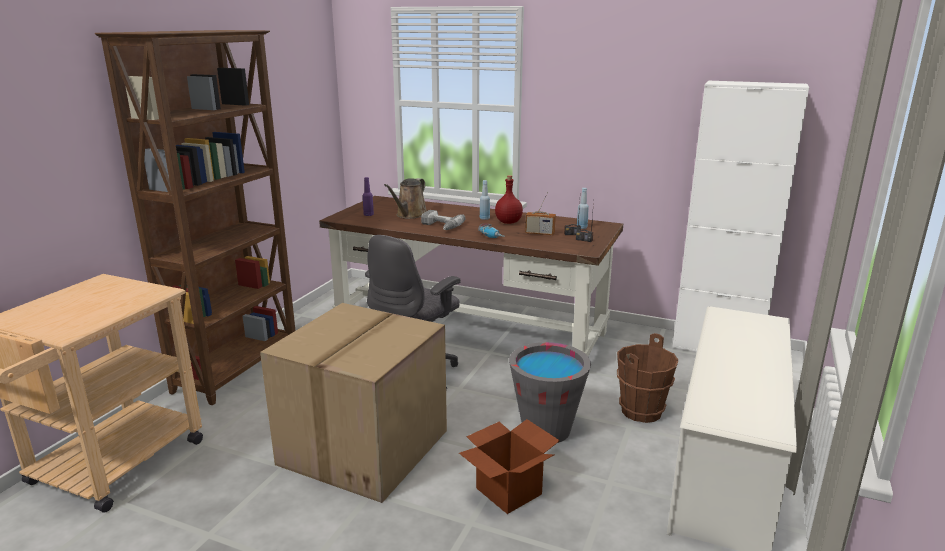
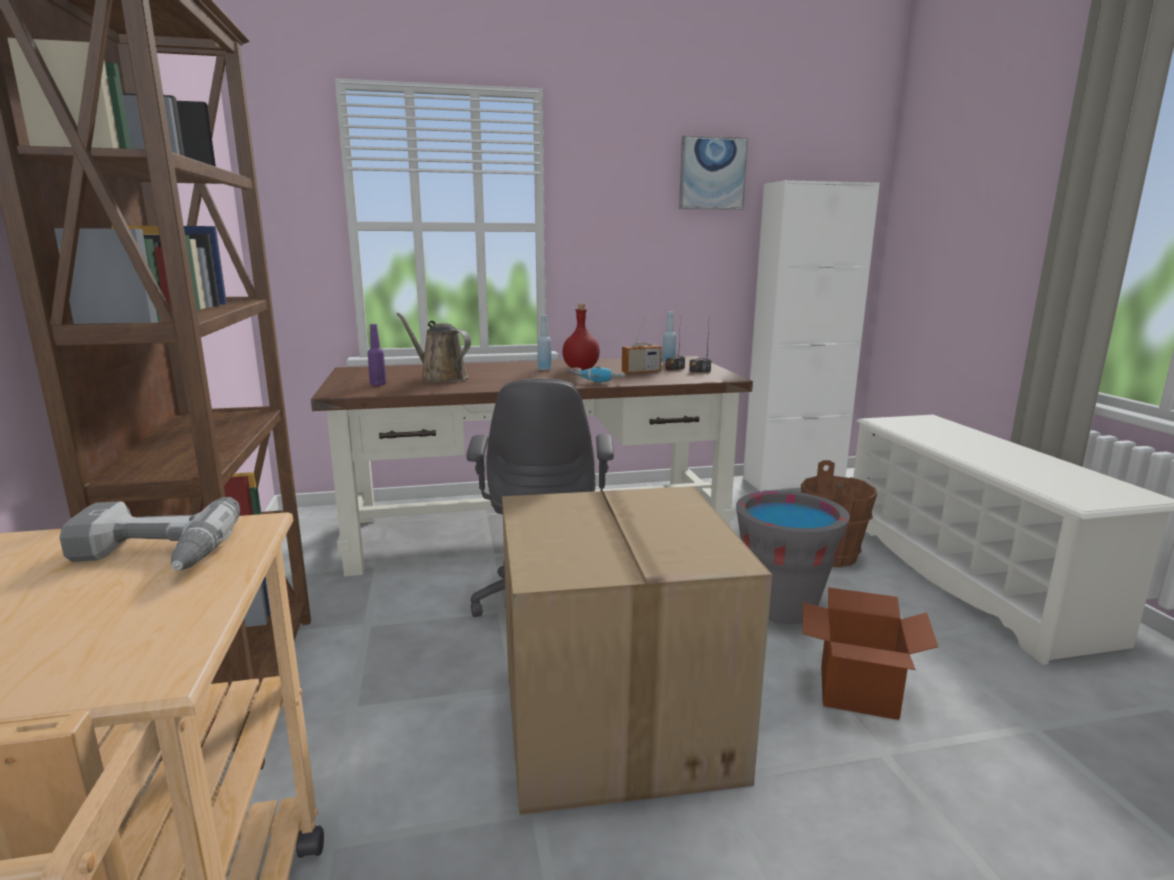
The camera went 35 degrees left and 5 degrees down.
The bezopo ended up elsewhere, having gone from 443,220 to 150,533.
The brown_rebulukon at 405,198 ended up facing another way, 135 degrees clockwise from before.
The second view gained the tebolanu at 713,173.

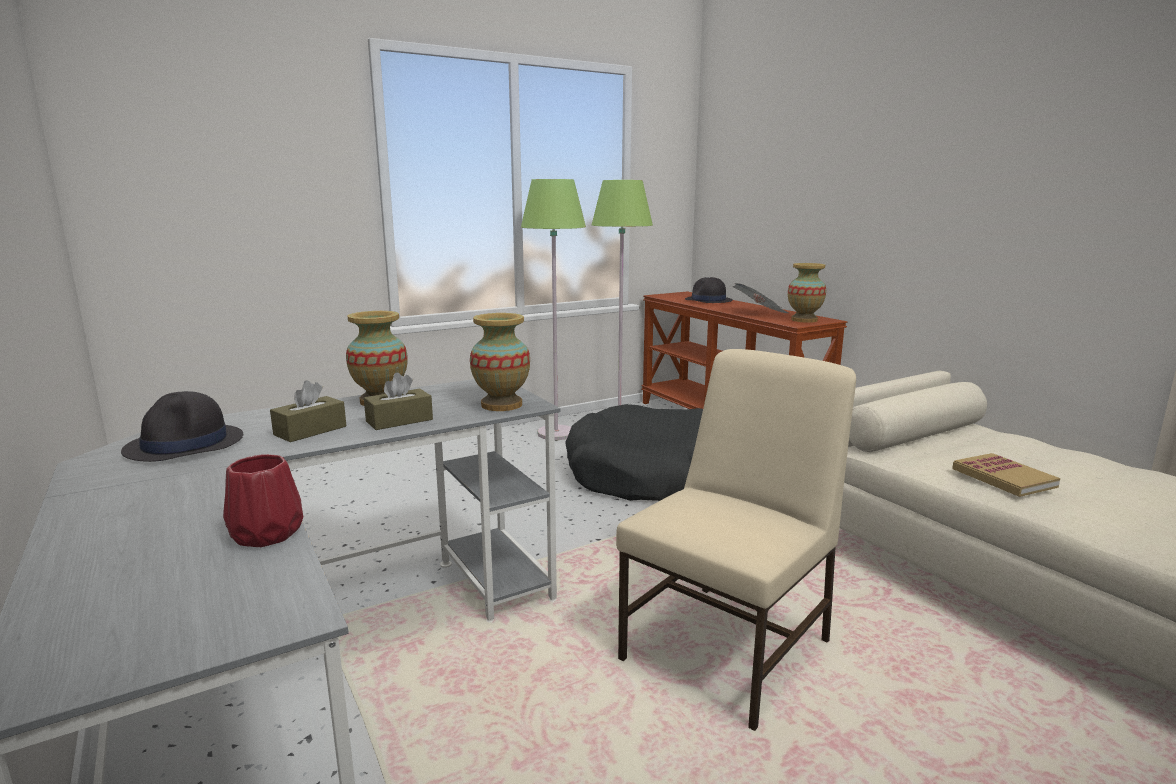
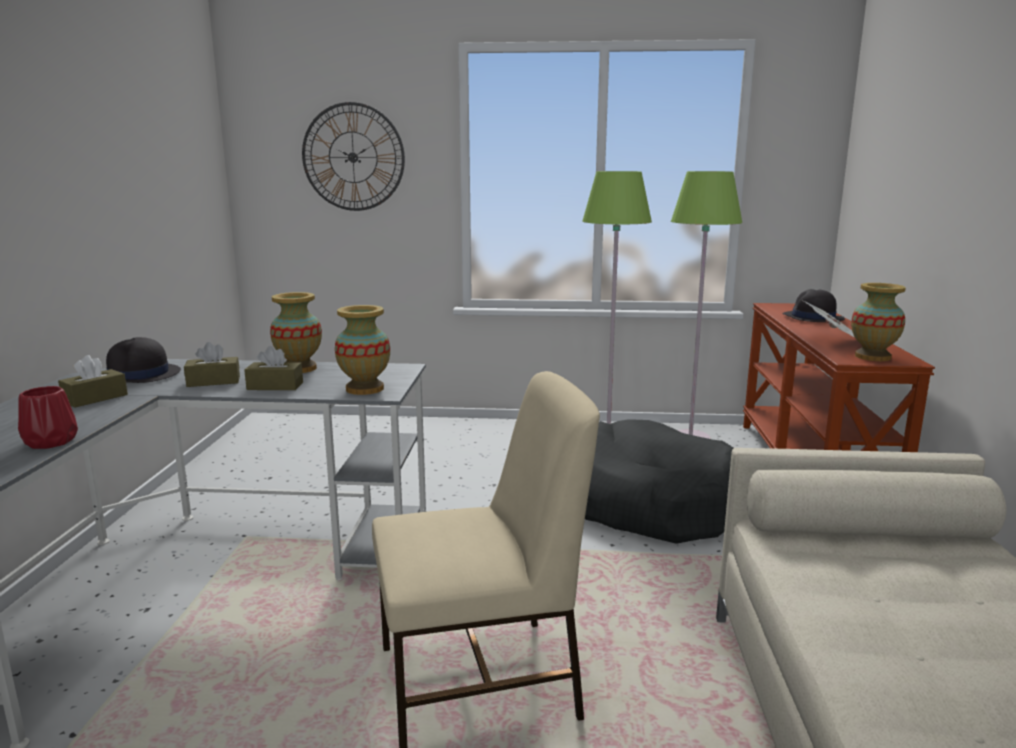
The camera went 35 degrees right and 0 degrees up.
The second view gained the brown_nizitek at 93,381.
The second view gained the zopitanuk at 353,156.
The second view lost the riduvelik at 1006,475.

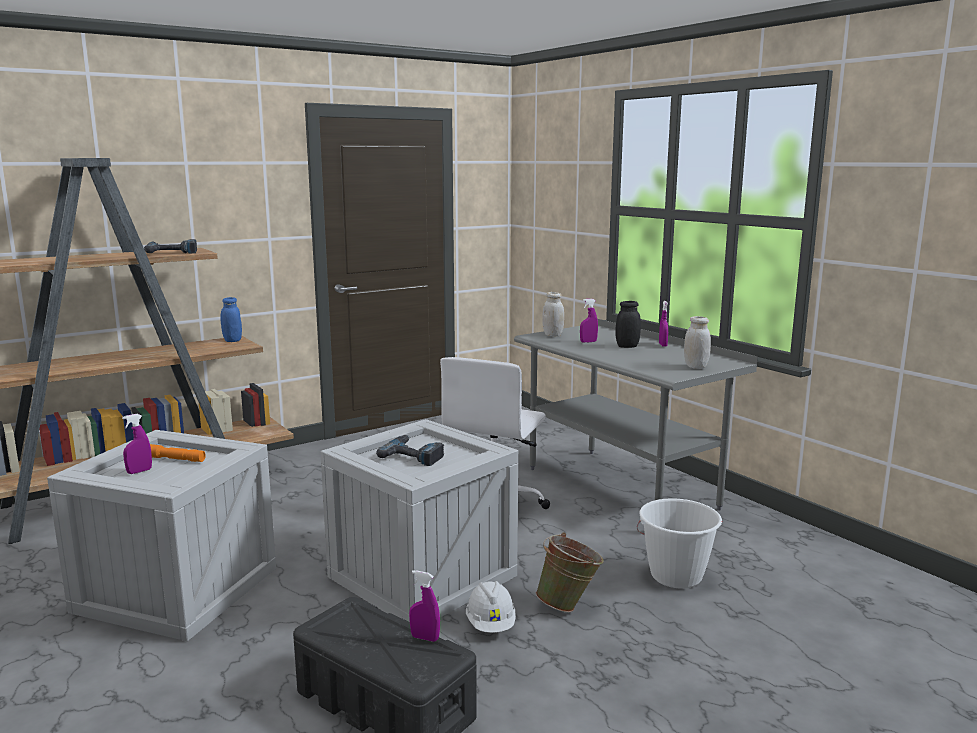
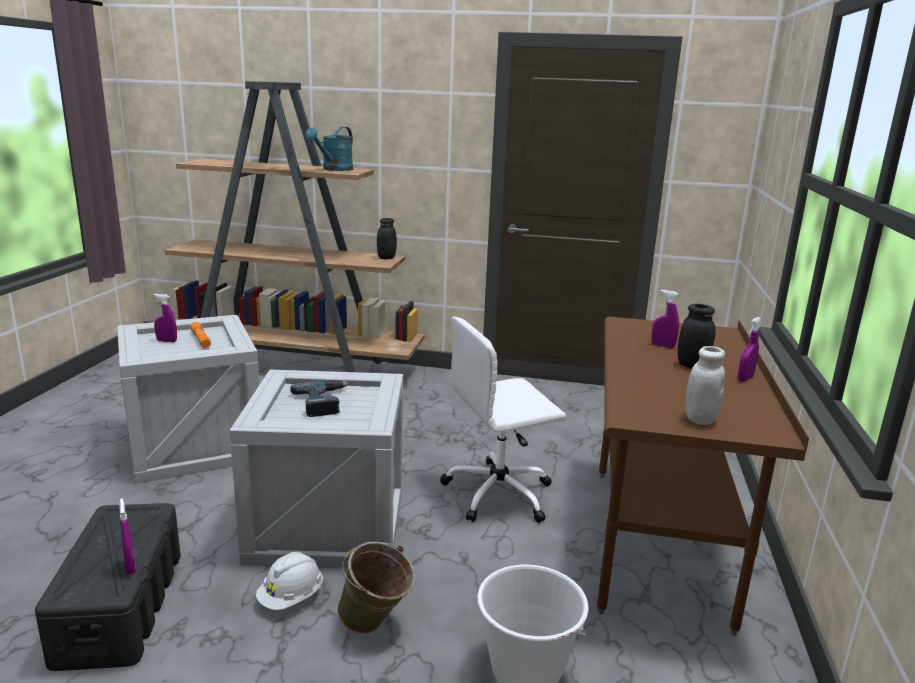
The camera went 45 degrees right and 5 degrees up.
Where the bezopo stood at 170,246, the turquoise_rebulukon came to stand at 329,149.
What was the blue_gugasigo at 231,319 turned into the black_gugasigo at 387,238.
What was the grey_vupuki at 636,414 turned into the brown_vupuki at 703,476.
The second view lost the white_gugasigo at 553,314.

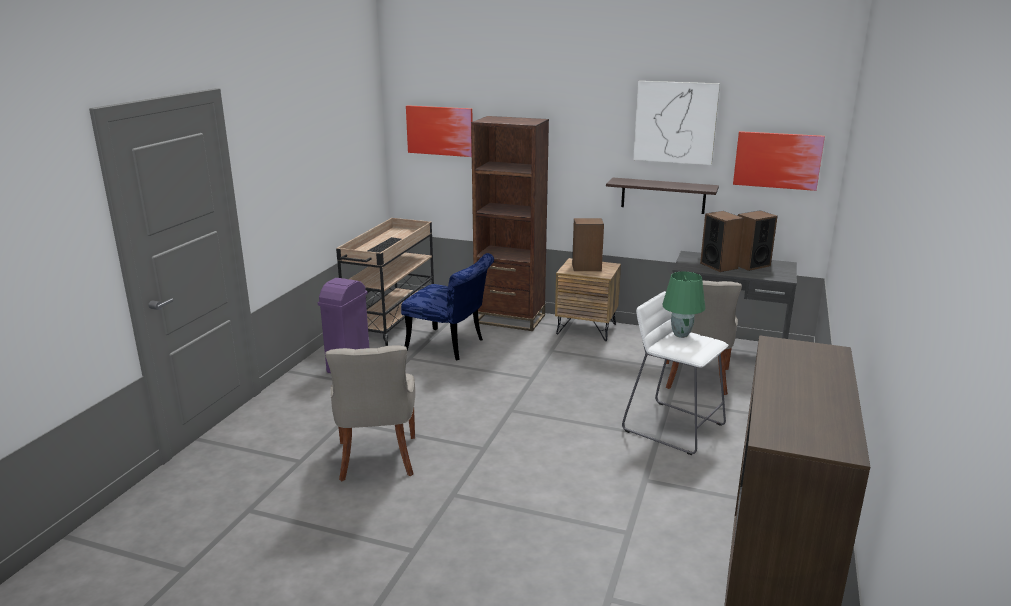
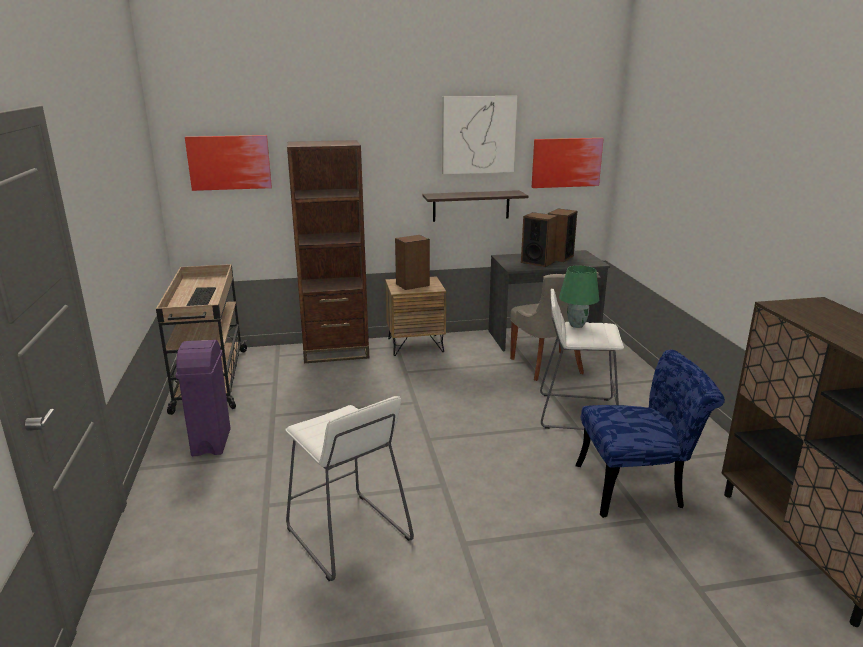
The camera went 30 degrees left and 0 degrees up.
Where the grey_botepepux stood at 370,413, the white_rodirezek came to stand at 349,488.
The blue_botepepux ended up elsewhere, having gone from 447,306 to 650,434.

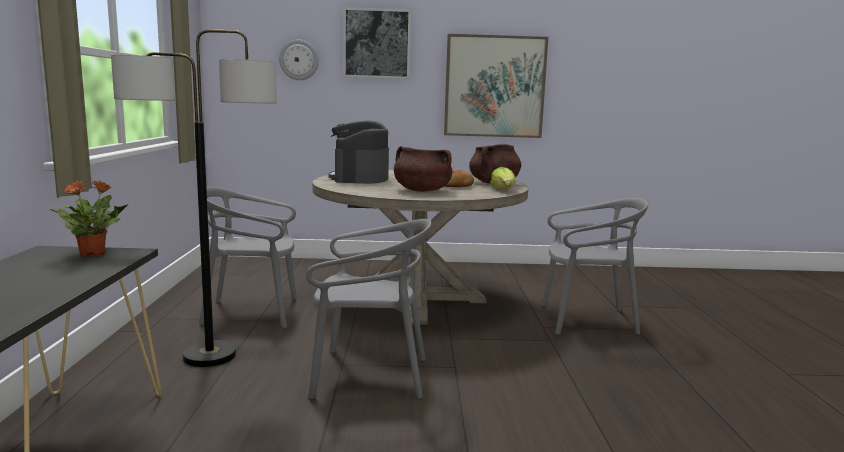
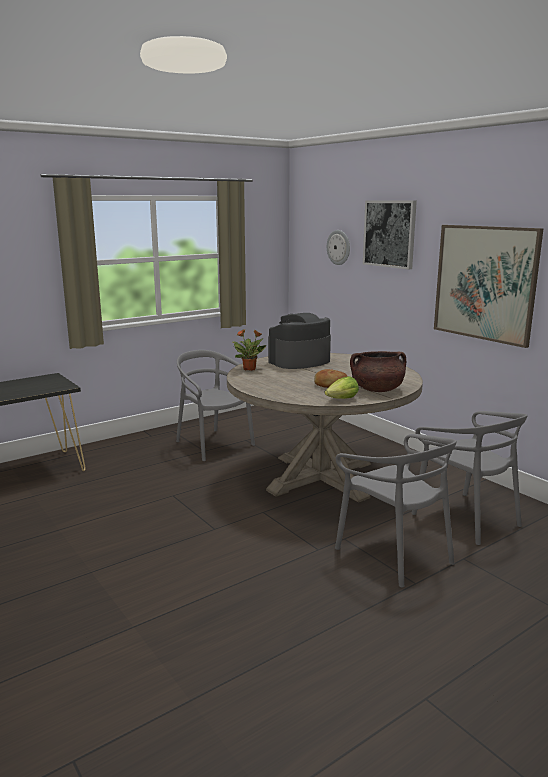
The camera went 55 degrees right and 5 degrees up.
The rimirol ended up elsewhere, having gone from 88,218 to 250,350.
The grey_botepepux ended up elsewhere, having gone from 368,309 to 470,478.
The second view lost the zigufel at 194,198.
The second view lost the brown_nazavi at 423,169.

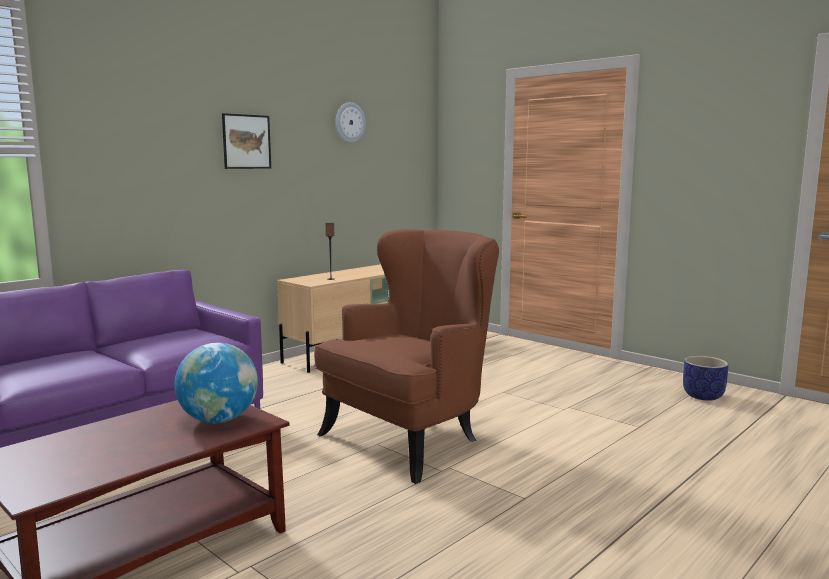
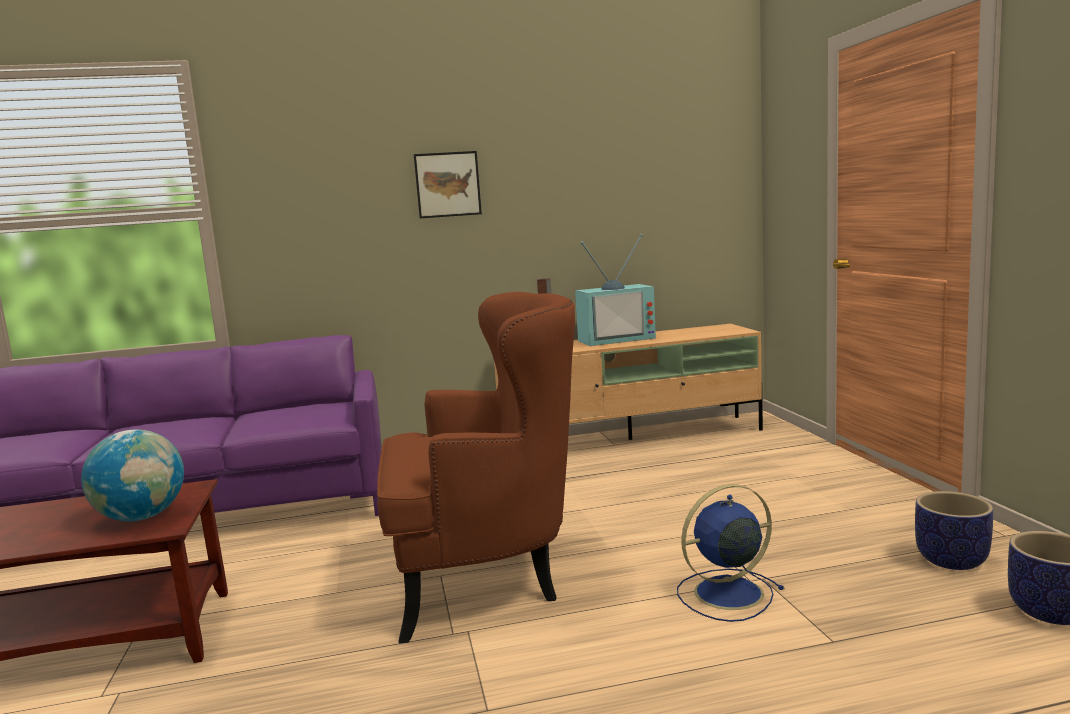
The camera went 35 degrees right and 0 degrees up.
The second view gained the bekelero at 615,290.
The second view gained the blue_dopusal at 731,553.
The second view gained the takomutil at 954,530.
The second view lost the zopitanuk at 350,122.

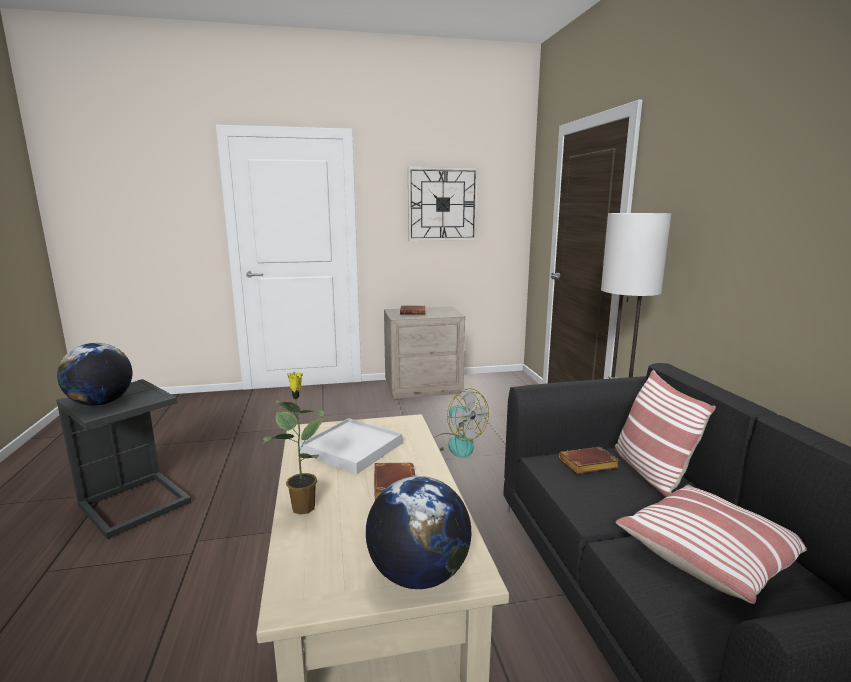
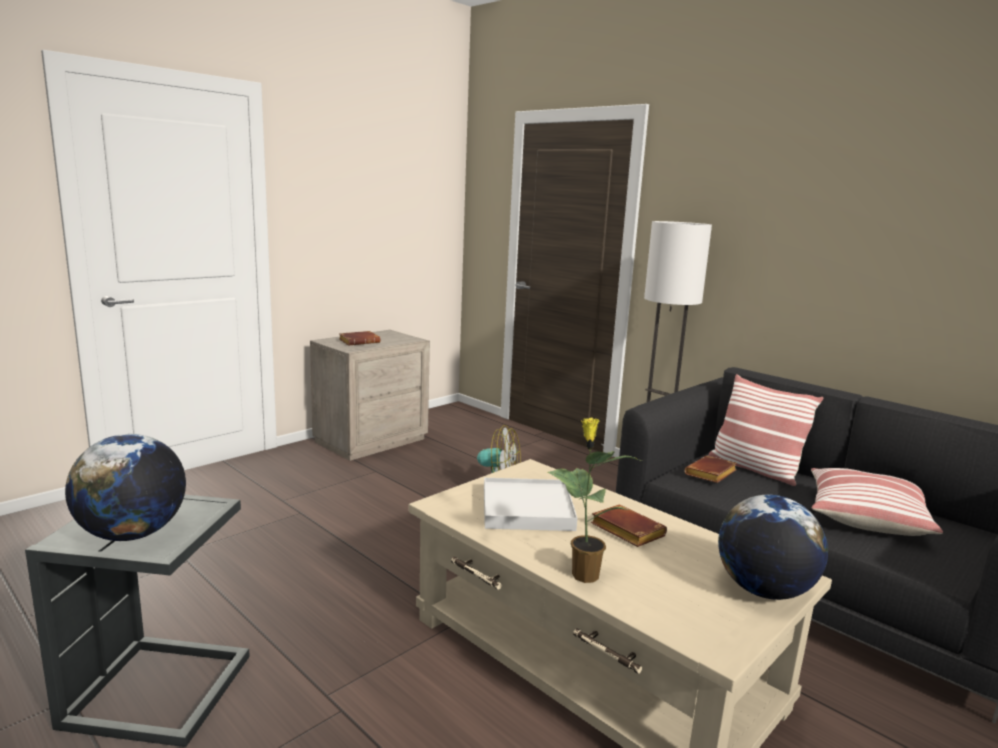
The camera went 35 degrees left and 0 degrees up.
The second view lost the zopitanuk at 443,204.

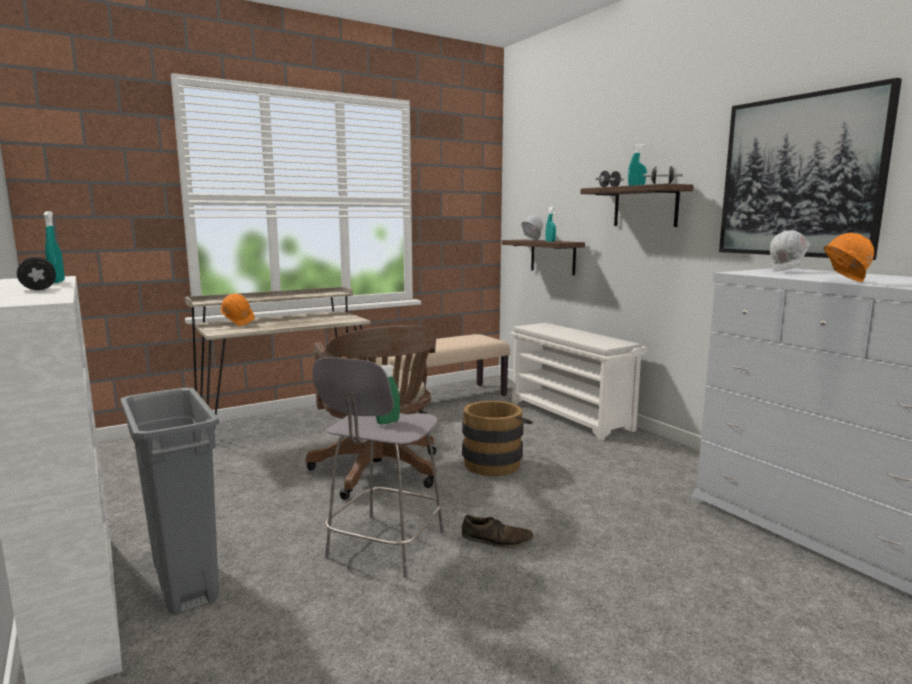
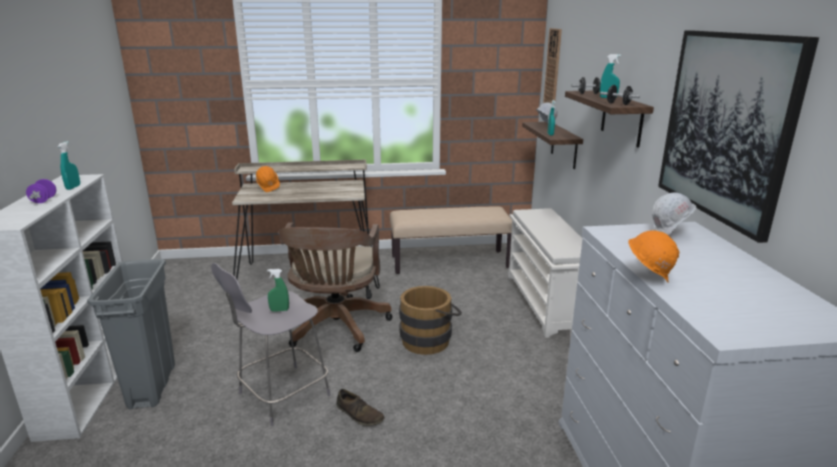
The camera went 25 degrees right and 10 degrees up.
What was the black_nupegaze at 36,273 turned into the purple_nupegaze at 41,191.
The second view gained the zopitanuk at 552,67.

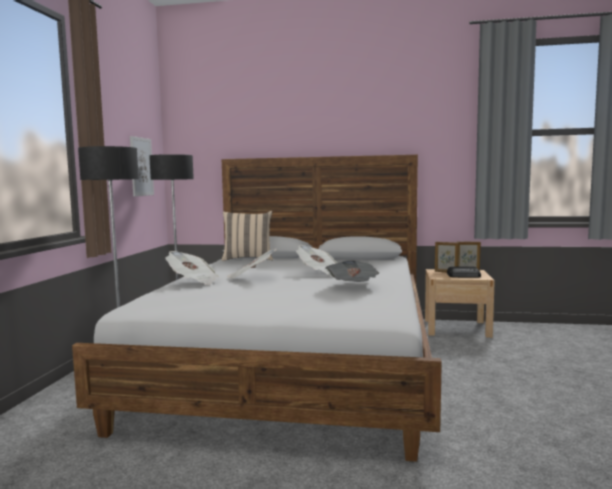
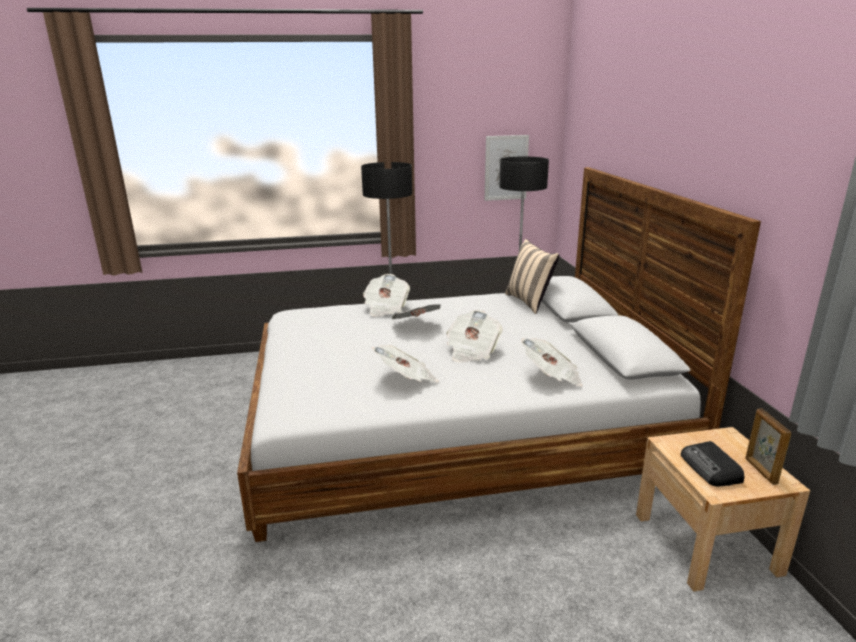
The camera went 70 degrees right and 15 degrees up.
The second view gained the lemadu at 552,362.
The second view lost the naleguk at 447,257.

